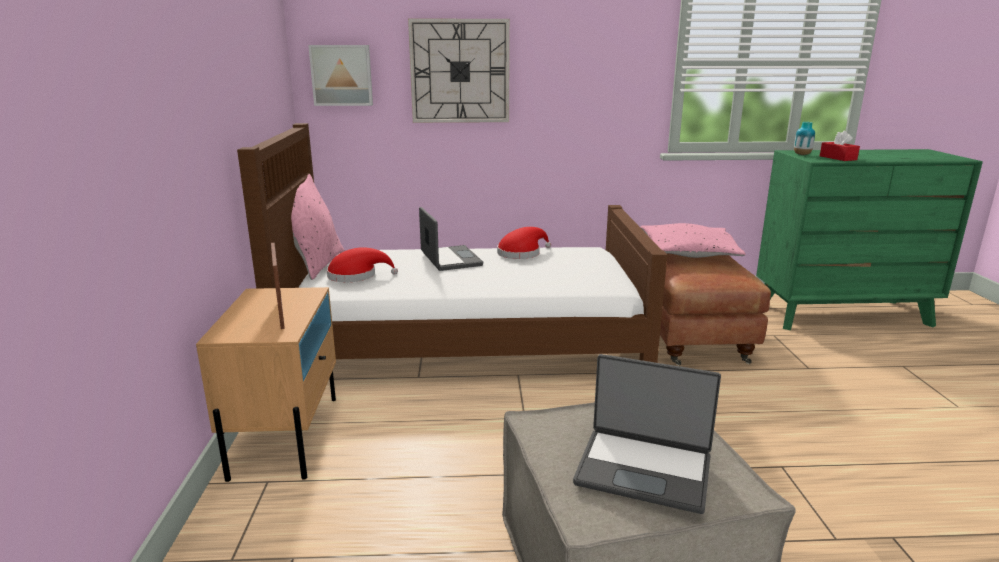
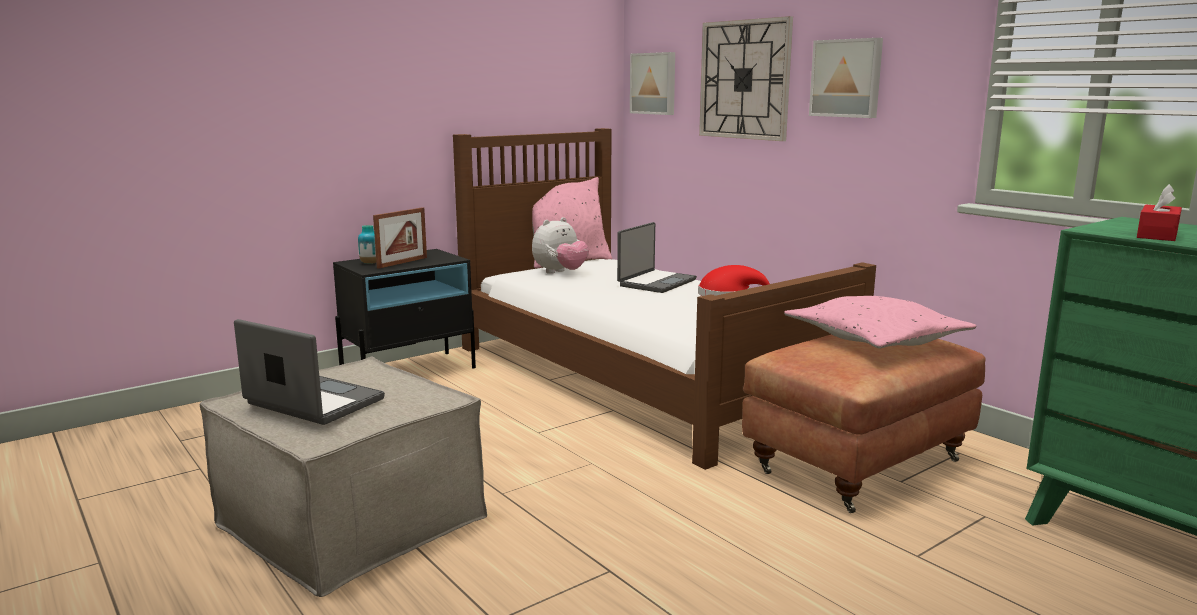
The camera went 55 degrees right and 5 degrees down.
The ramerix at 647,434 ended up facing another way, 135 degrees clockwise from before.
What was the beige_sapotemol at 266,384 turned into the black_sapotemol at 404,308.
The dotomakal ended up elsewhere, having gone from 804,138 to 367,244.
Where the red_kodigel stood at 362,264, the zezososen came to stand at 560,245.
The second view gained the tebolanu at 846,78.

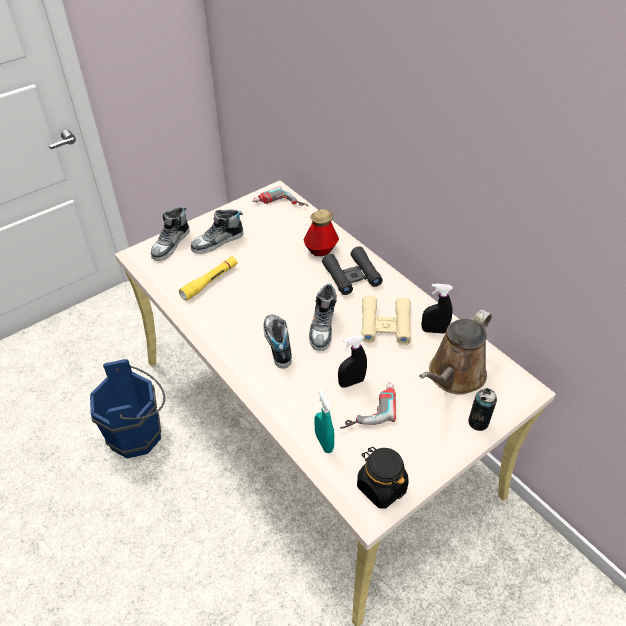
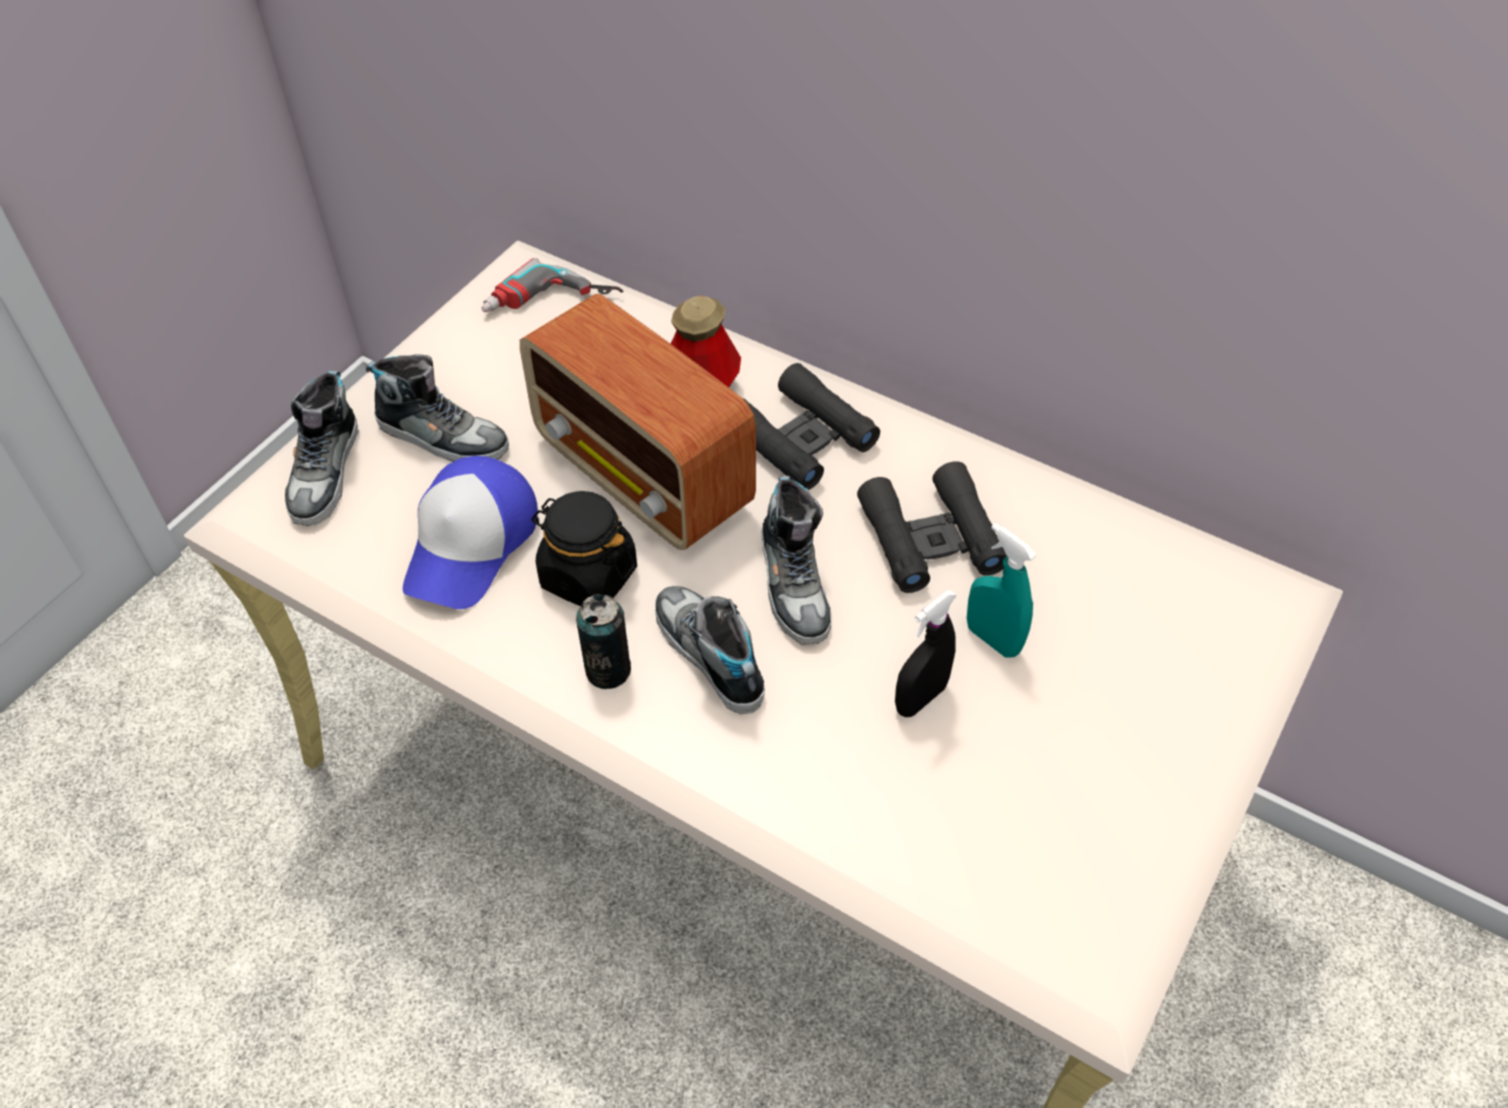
The camera went 20 degrees left and 5 degrees up.
The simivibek at 217,231 ended up facing another way, 105 degrees counterclockwise from before.
Where the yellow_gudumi stood at 208,278, the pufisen came to stand at 470,532.
The second view gained the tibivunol at 638,422.
The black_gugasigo ended up elsewhere, having gone from 383,478 to 584,548.
The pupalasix ended up elsewhere, having gone from 482,409 to 603,641.
What was the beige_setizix at 386,320 turned into the black_setizix at 932,527.
The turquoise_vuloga ended up elsewhere, having gone from 325,421 to 1001,590.
The second view lost the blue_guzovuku at 127,408.
The second view lost the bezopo at 368,405.
The second view lost the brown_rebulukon at 455,352.
The second view lost the black_vuloga at 437,309.

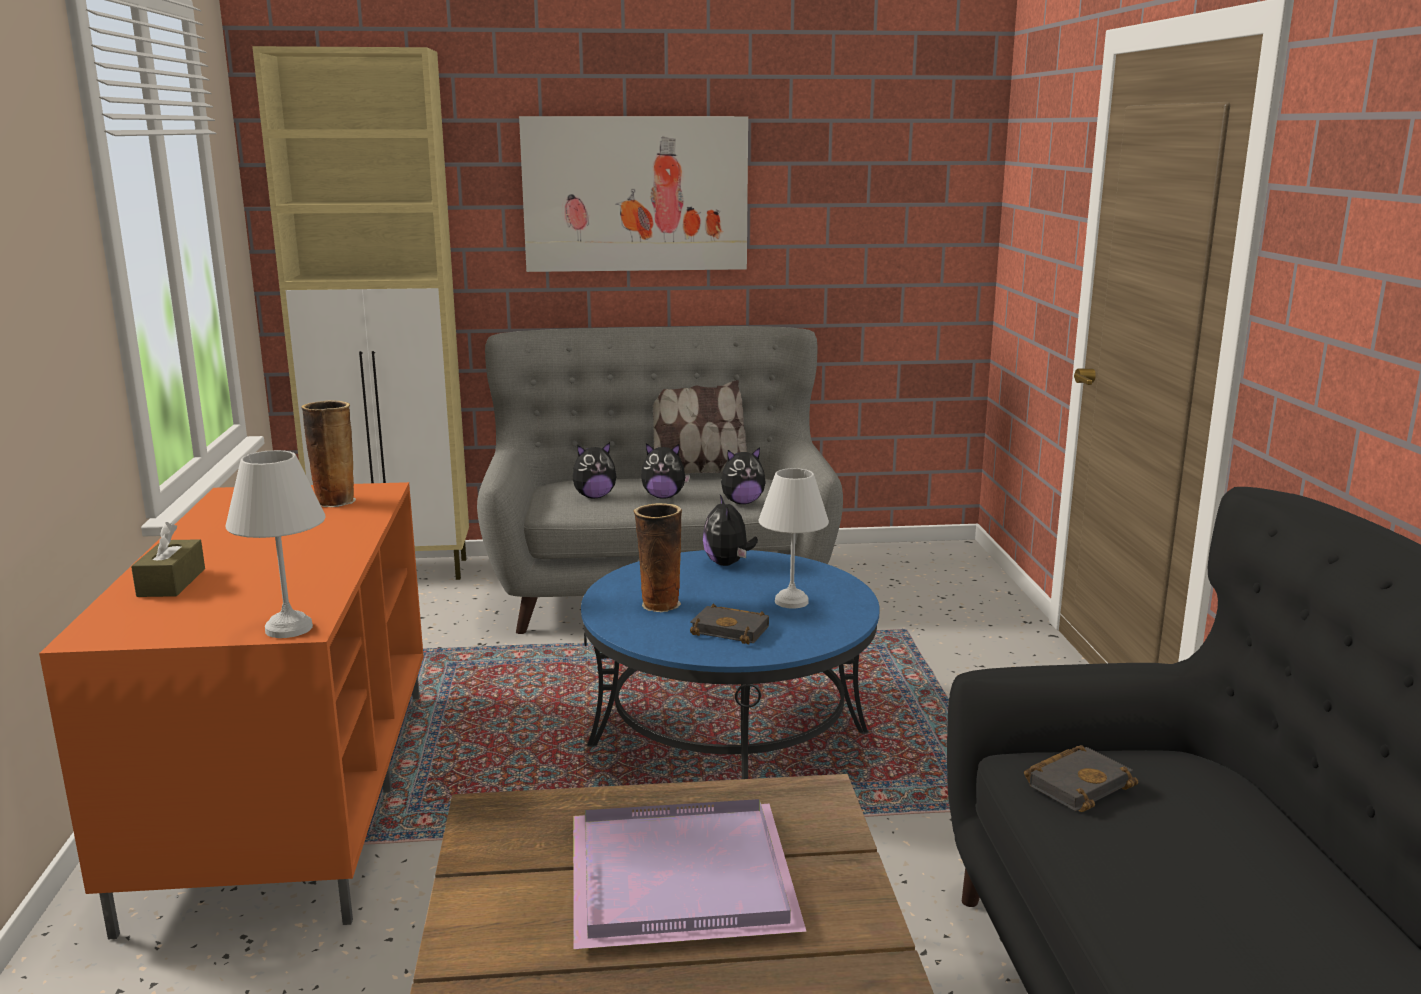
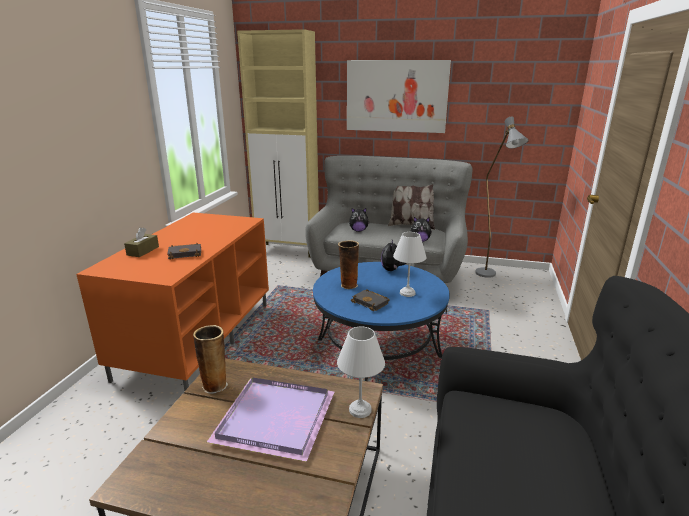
The camera went 20 degrees right and 5 degrees up.
The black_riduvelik ended up elsewhere, having gone from 1081,778 to 184,251.
The dotomakal ended up elsewhere, having gone from 328,453 to 210,359.
The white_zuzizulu ended up elsewhere, having gone from 275,544 to 361,372.
The second view gained the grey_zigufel at 502,197.
The second view lost the zezososen at 665,471.

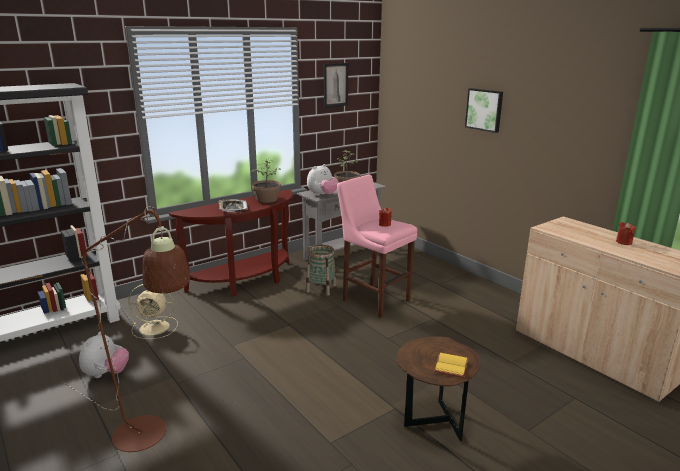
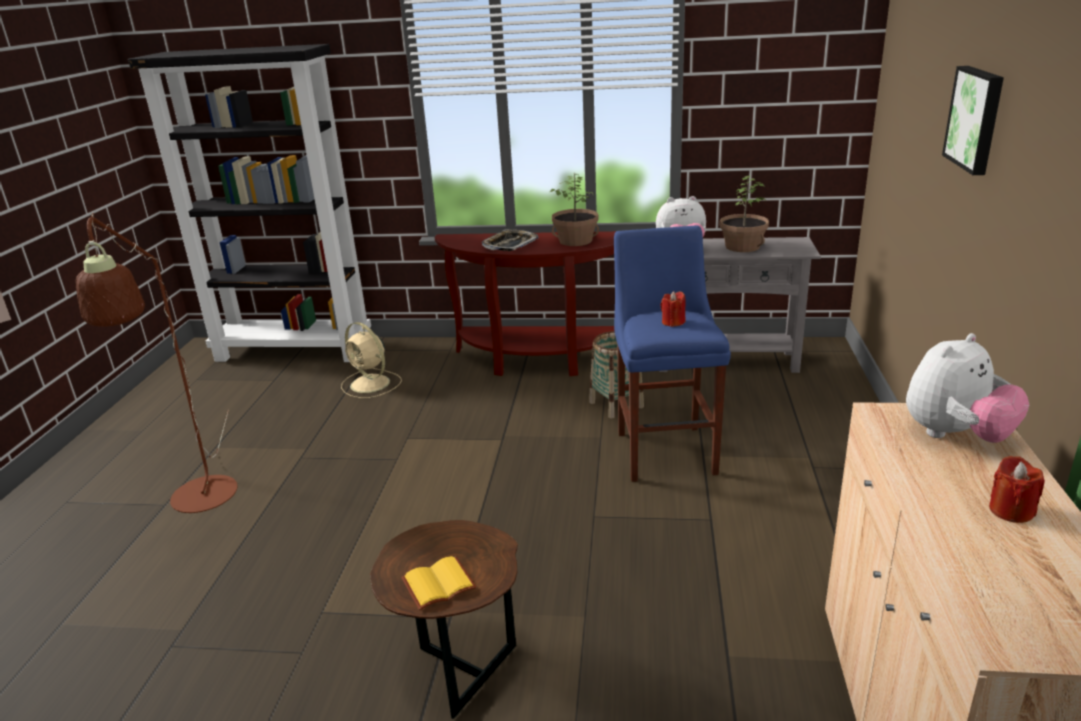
The camera went 45 degrees right and 5 degrees up.
What was the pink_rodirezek at 377,246 turned into the blue_rodirezek at 672,353.
The zezososen ended up elsewhere, having gone from 104,355 to 967,388.
The second view lost the tebolanu at 336,85.

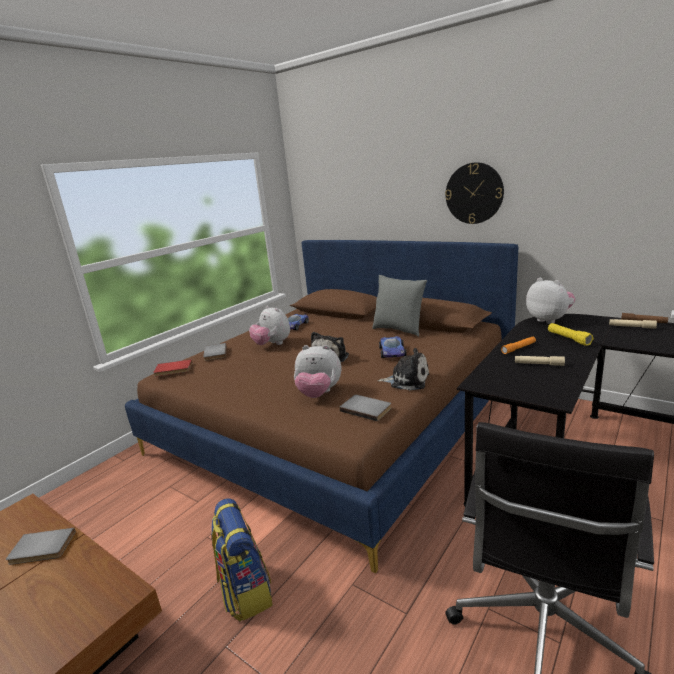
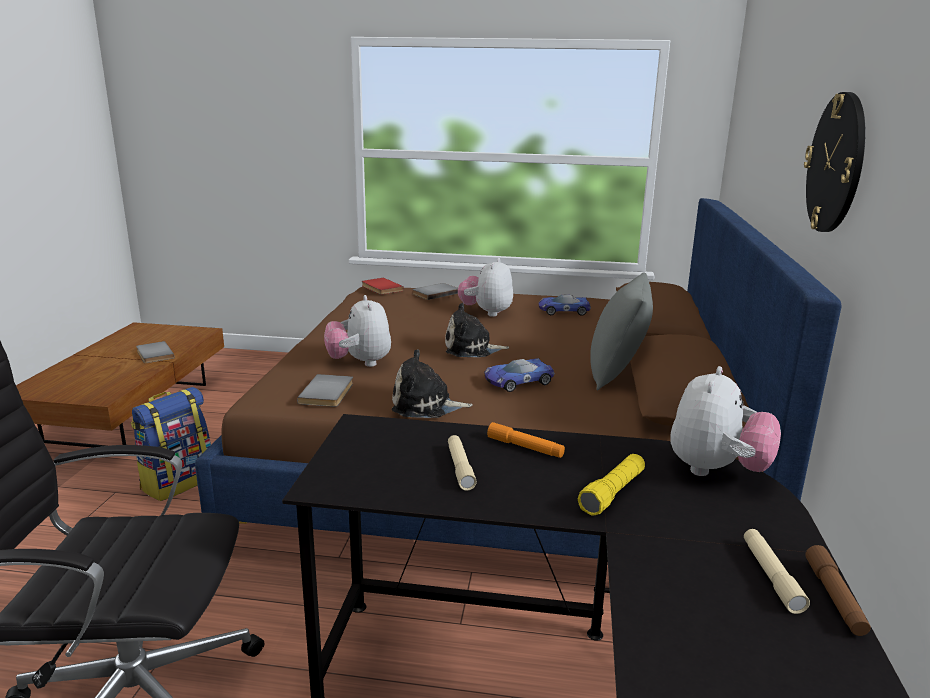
The camera went 60 degrees right and 0 degrees up.
The zezososen at 403,369 ended up facing another way, 105 degrees clockwise from before.

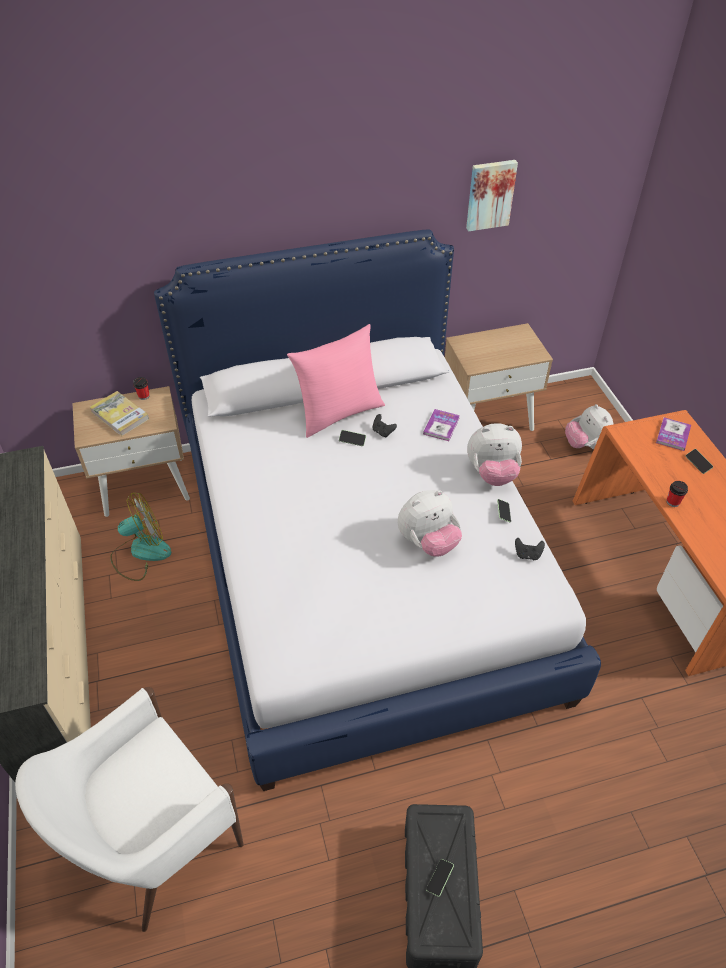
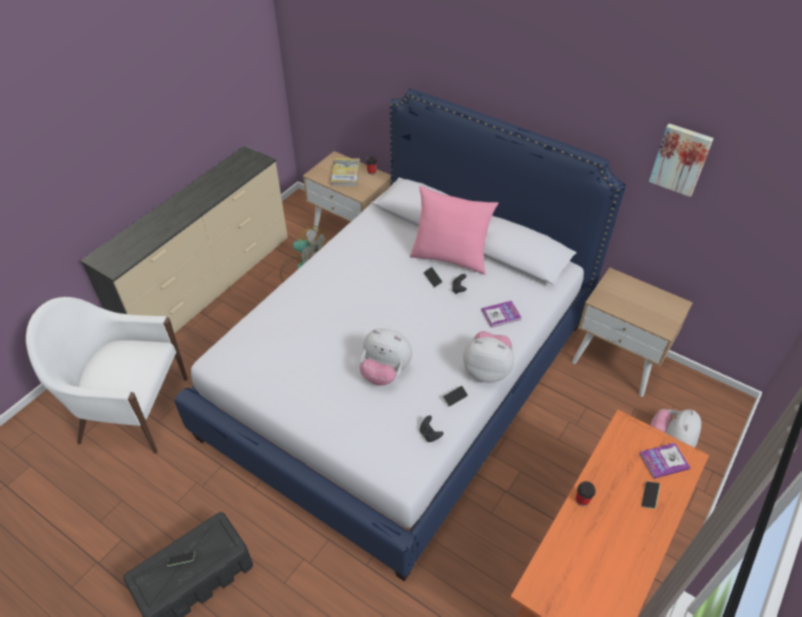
The camera went 50 degrees right and 0 degrees up.
The zezososen at 494,454 ended up facing another way, 150 degrees clockwise from before.

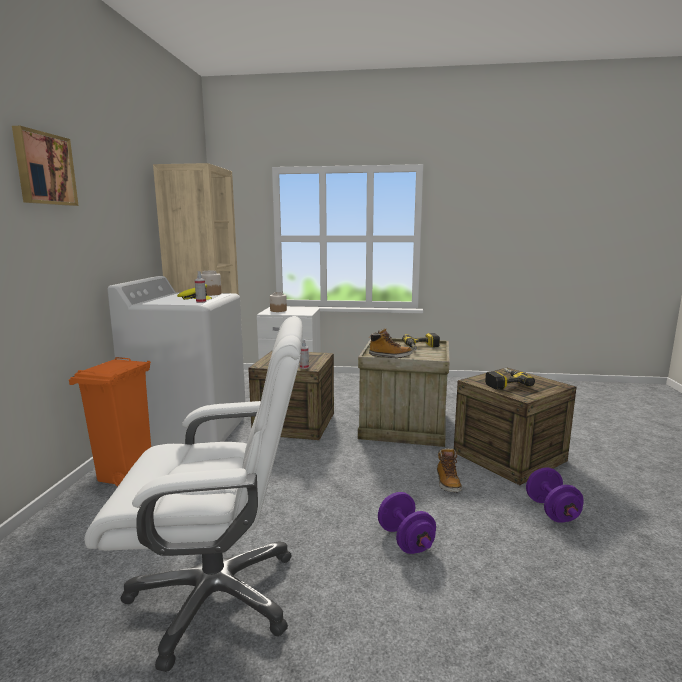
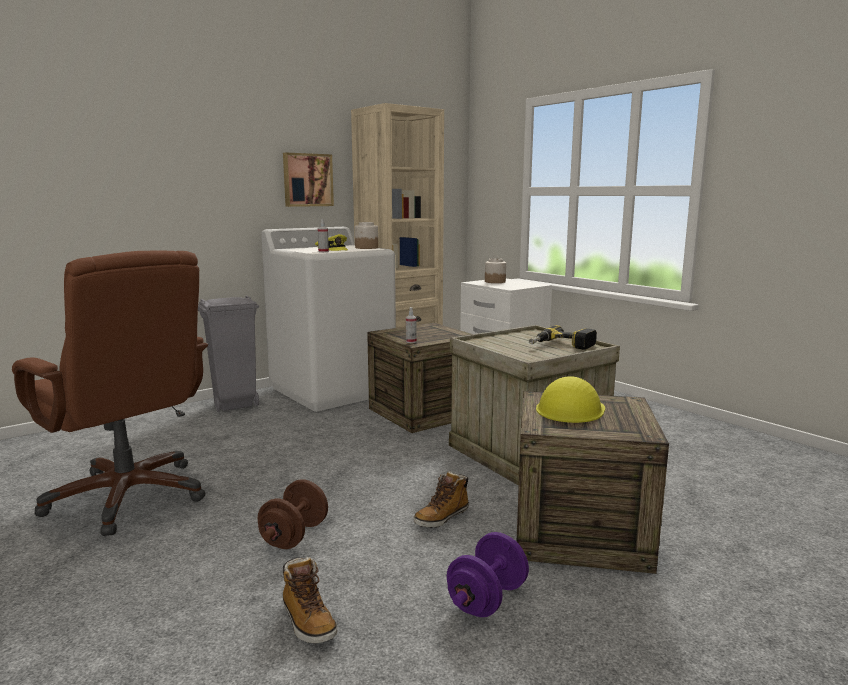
The camera went 45 degrees right and 0 degrees up.
What was the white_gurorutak at 193,494 turned into the brown_gurorutak at 110,393.
What was the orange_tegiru at 110,421 turned into the grey_tegiru at 228,354.
What was the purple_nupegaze at 407,523 turned into the brown_nupegaze at 293,514.
The tebolanu ended up elsewhere, having gone from 45,166 to 308,180.
The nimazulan ended up elsewhere, having gone from 391,343 to 310,599.
Where the bezopo stood at 510,378, the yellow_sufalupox came to stand at 570,399.

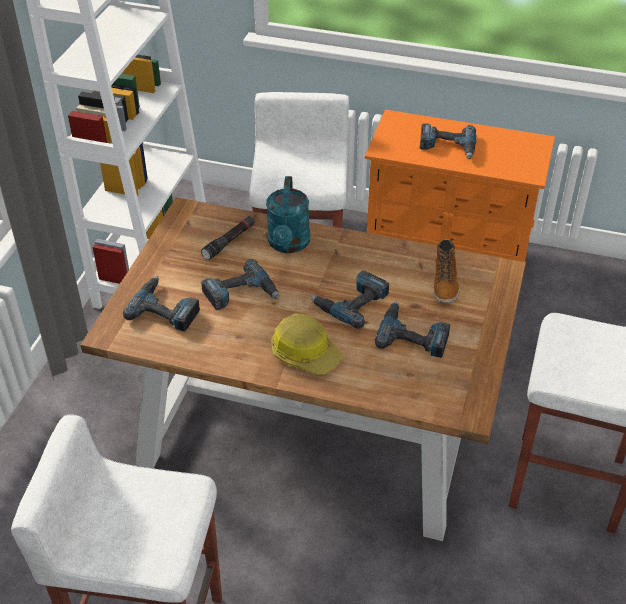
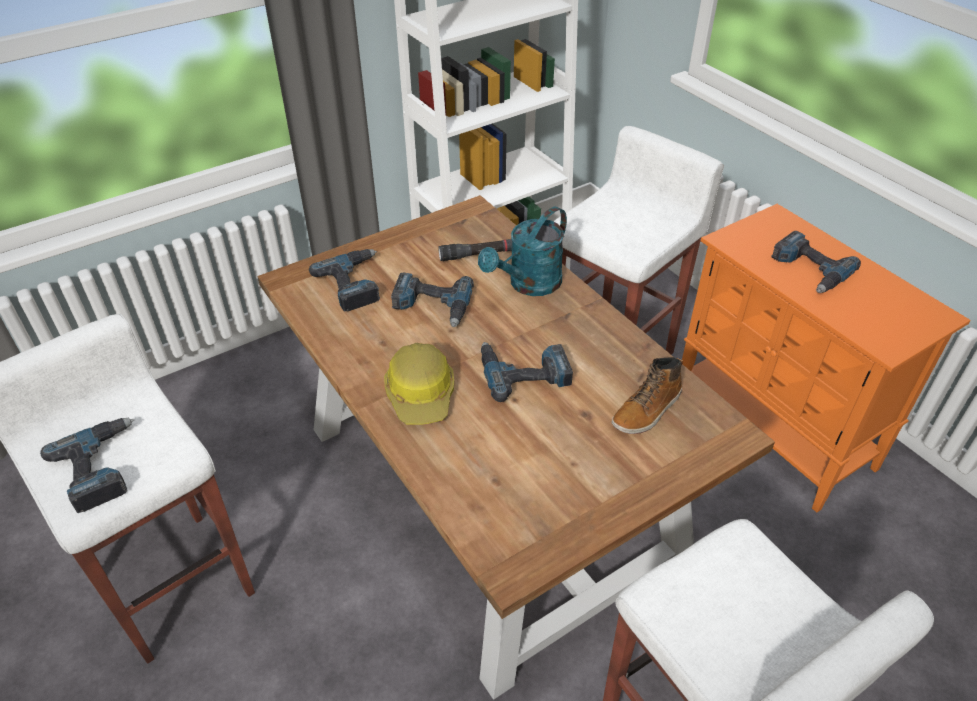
The camera went 40 degrees right and 0 degrees up.
The bezopo ended up elsewhere, having gone from 412,329 to 87,465.

